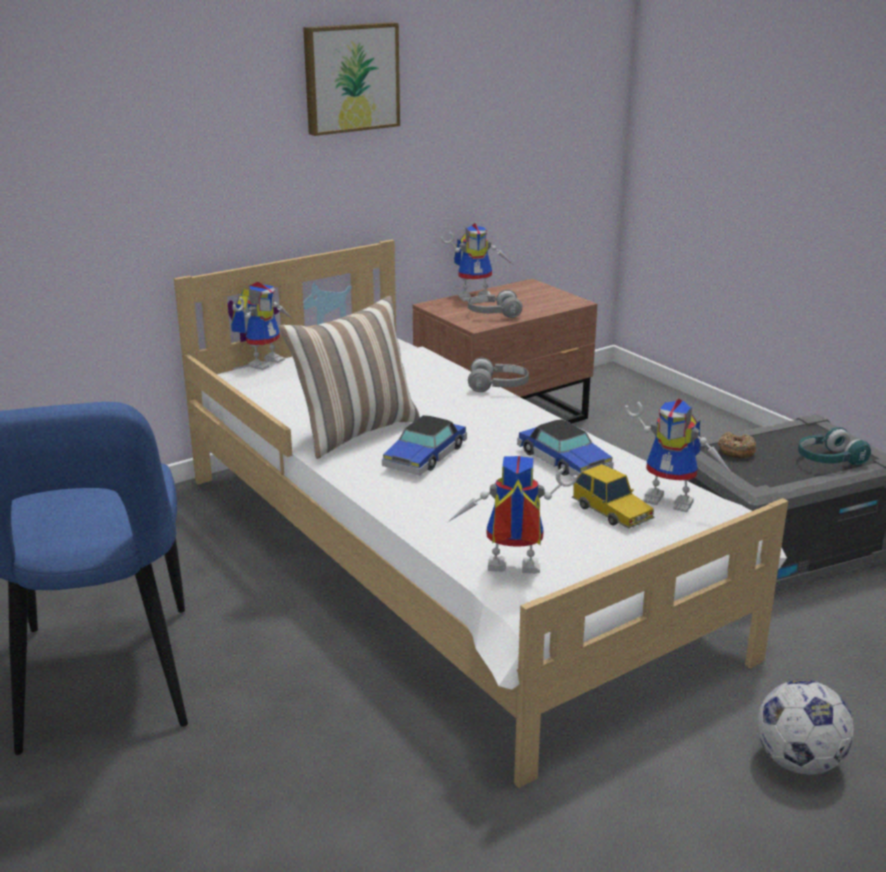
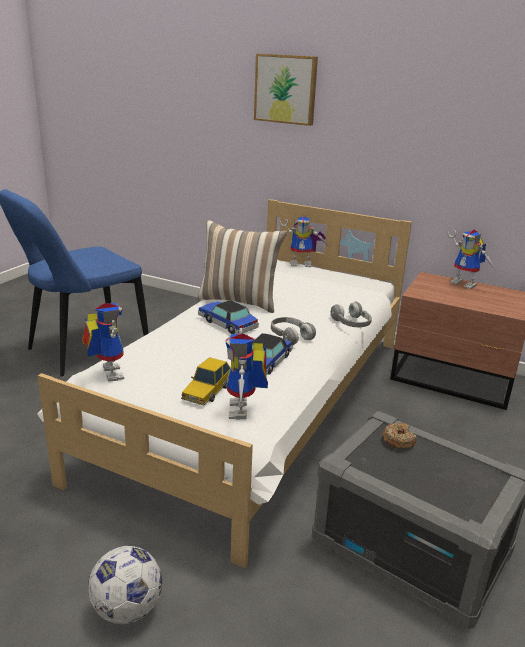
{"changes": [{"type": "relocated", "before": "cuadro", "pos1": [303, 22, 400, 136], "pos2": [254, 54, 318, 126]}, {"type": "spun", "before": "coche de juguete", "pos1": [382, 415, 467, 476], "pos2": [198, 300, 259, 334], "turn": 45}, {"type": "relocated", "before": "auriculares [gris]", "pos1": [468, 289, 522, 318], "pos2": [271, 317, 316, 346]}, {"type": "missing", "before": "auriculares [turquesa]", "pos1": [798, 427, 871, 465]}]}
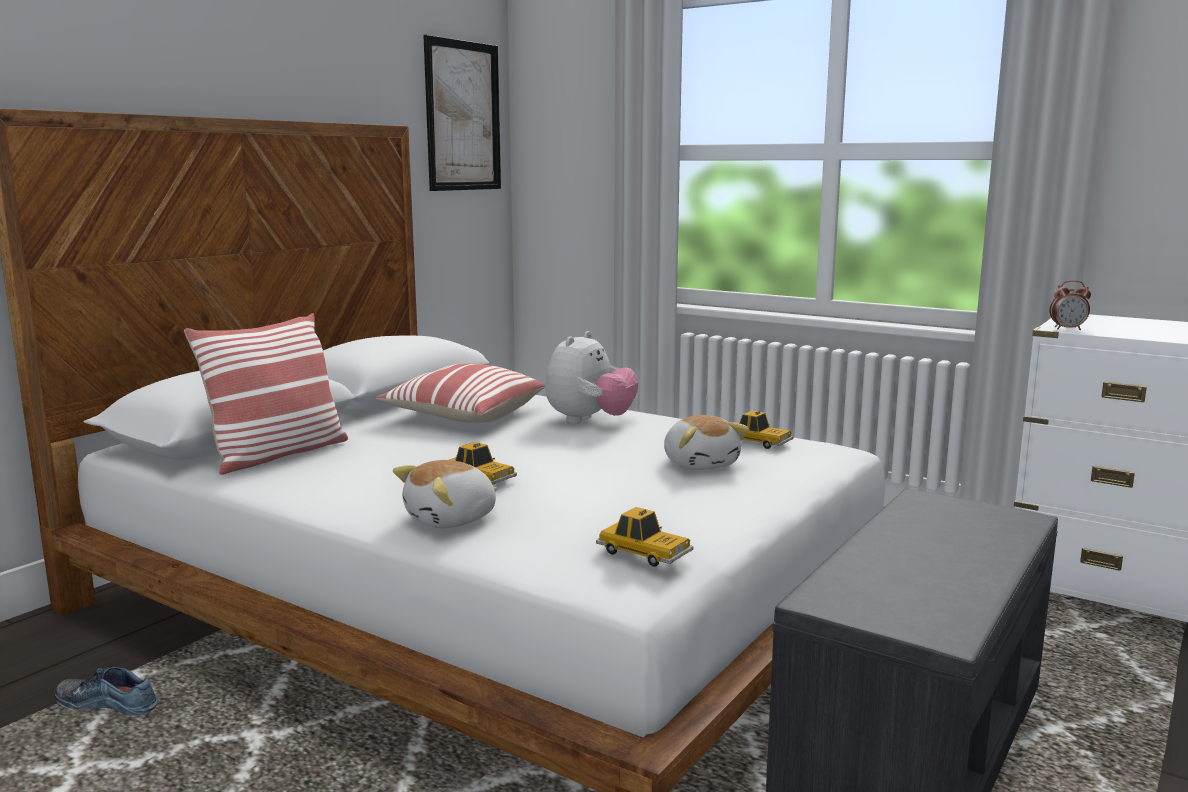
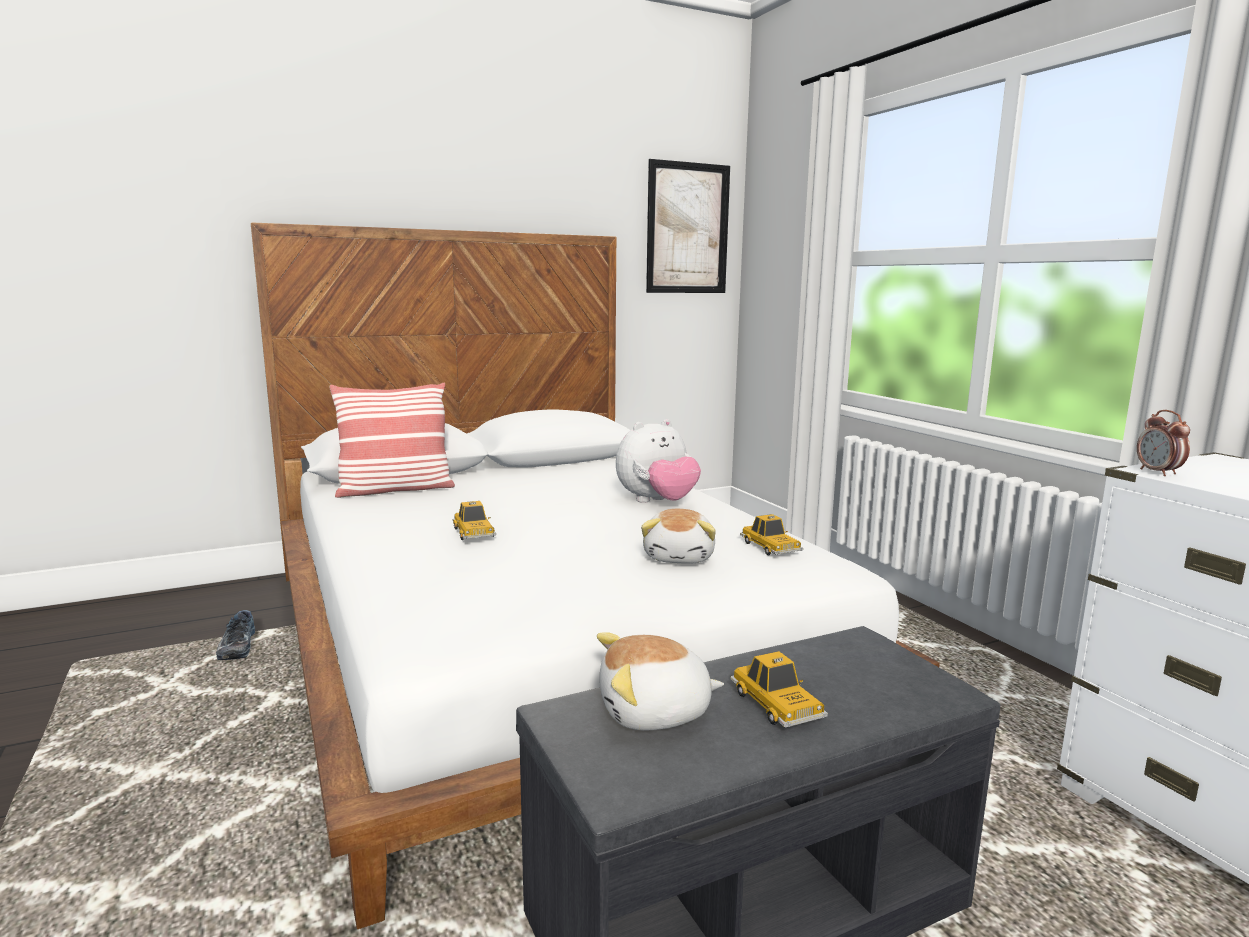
{"changes": [{"type": "spun", "before": "zapato", "pos1": [54, 667, 158, 716], "pos2": [216, 610, 255, 660], "turn": -150}, {"type": "missing", "before": "cojín", "pos1": [376, 363, 545, 423]}, {"type": "relocated", "before": "peluche", "pos1": [393, 460, 498, 528], "pos2": [597, 632, 724, 730]}, {"type": "relocated", "before": "coche de juguete", "pos1": [596, 507, 693, 566], "pos2": [730, 651, 828, 728]}, {"type": "spun", "before": "despertador", "pos1": [1049, 280, 1091, 330], "pos2": [1137, 410, 1190, 476], "turn": 45}]}
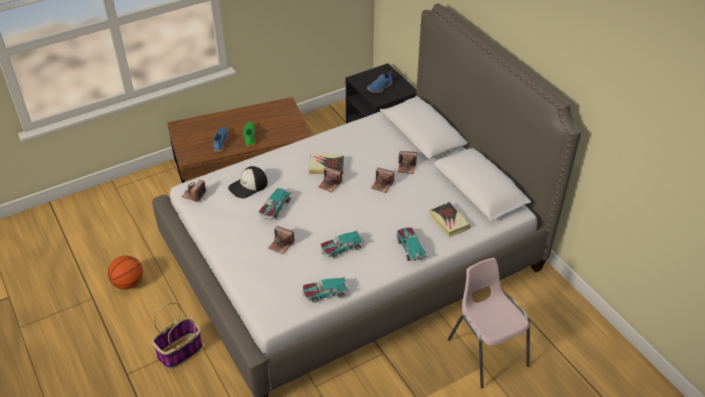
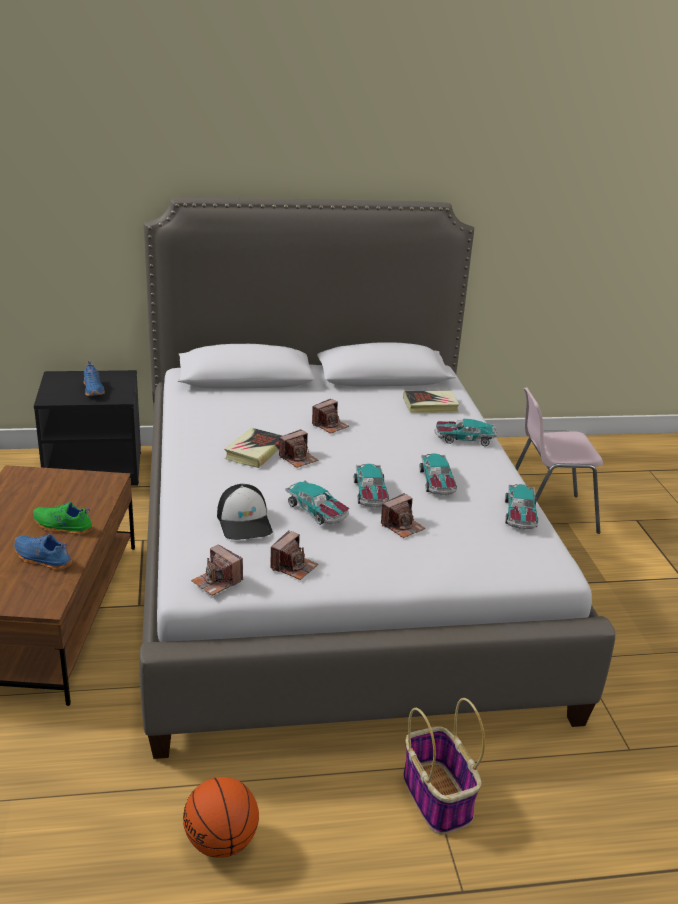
{"changes": [{"type": "relocated", "before": "cámara", "pos1": [398, 151, 417, 174], "pos2": [270, 531, 318, 580]}, {"type": "appeared", "after": "coche de juguete", "pos2": [354, 463, 389, 507]}]}
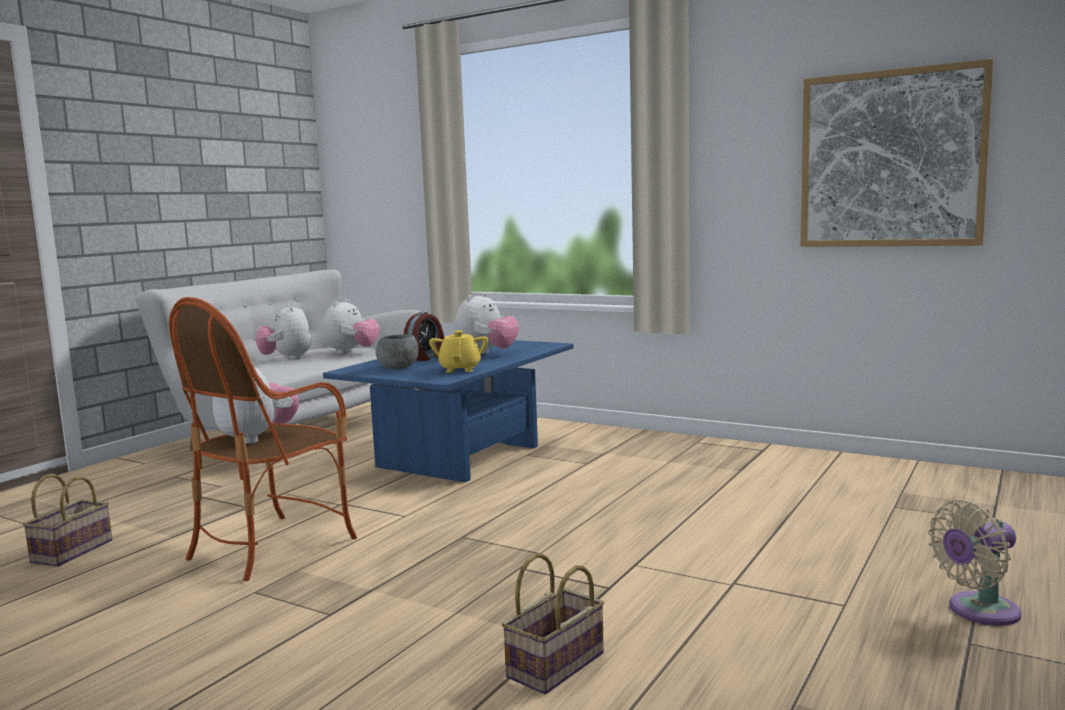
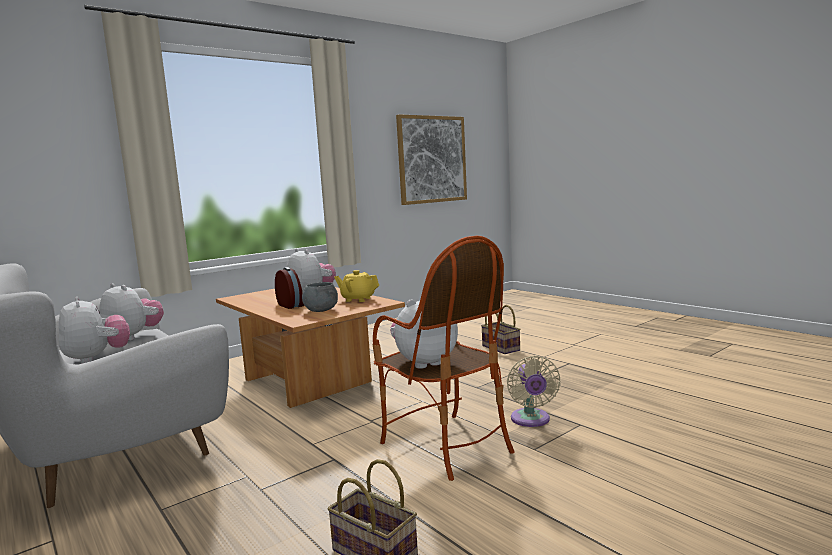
{"changes": [{"type": "spun", "before": "peluche", "pos1": [255, 304, 312, 360], "pos2": [59, 297, 130, 364], "turn": -120}, {"type": "colour", "before": "mesa de centro [azul]", "after": "mesa de centro [marrón]", "pos1": [323, 340, 573, 482], "pos2": [216, 287, 405, 408]}, {"type": "relocated", "before": "cesta", "pos1": [502, 553, 604, 694], "pos2": [481, 305, 520, 354]}, {"type": "relocated", "before": "ventilador [beis]", "pos1": [928, 500, 1021, 626], "pos2": [507, 356, 561, 427]}]}
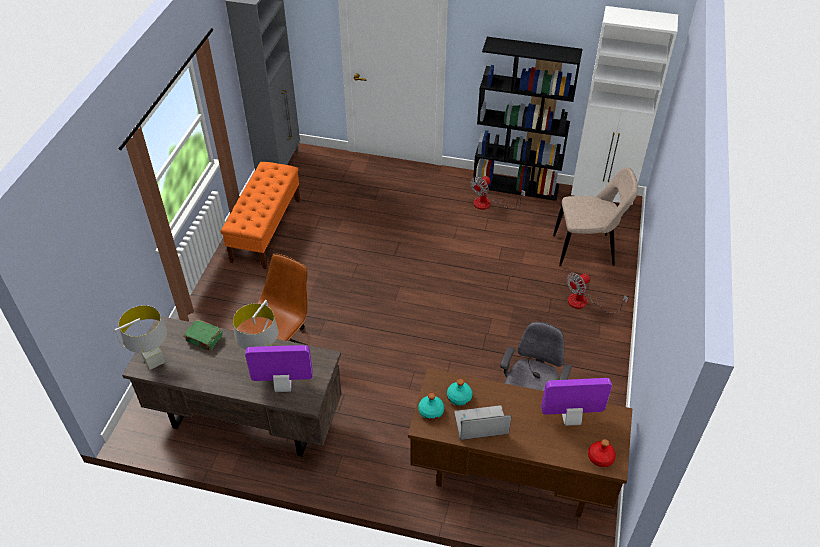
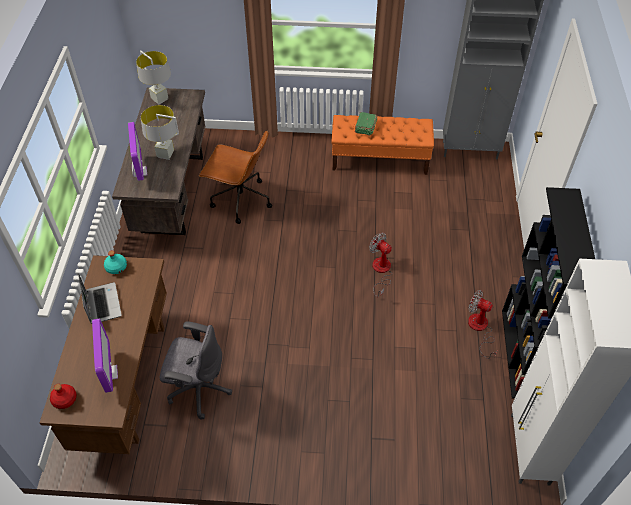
{"changes": [{"type": "relocated", "before": "libro [verde]", "pos1": [183, 319, 223, 351], "pos2": [355, 112, 377, 136]}, {"type": "missing", "before": "botella [turquesa]", "pos1": [447, 379, 472, 406]}, {"type": "missing", "before": "silla [beis]", "pos1": [553, 167, 638, 266]}, {"type": "relocated", "before": "ventilador", "pos1": [567, 273, 628, 313], "pos2": [369, 233, 392, 297]}]}
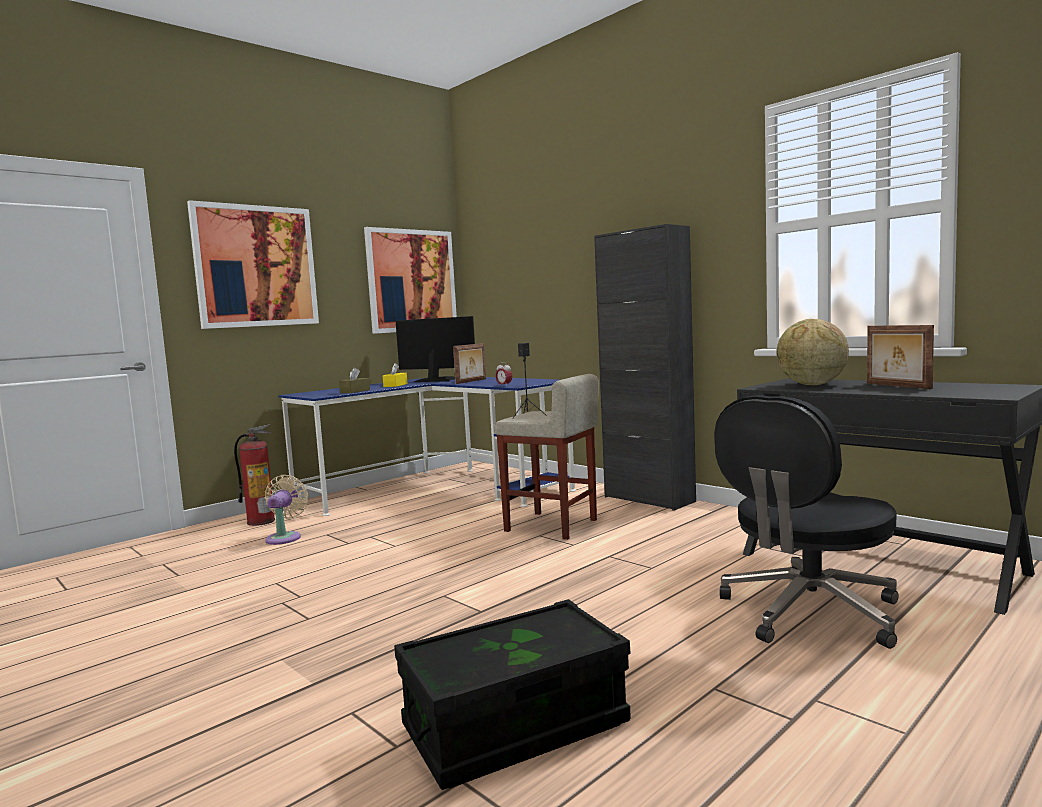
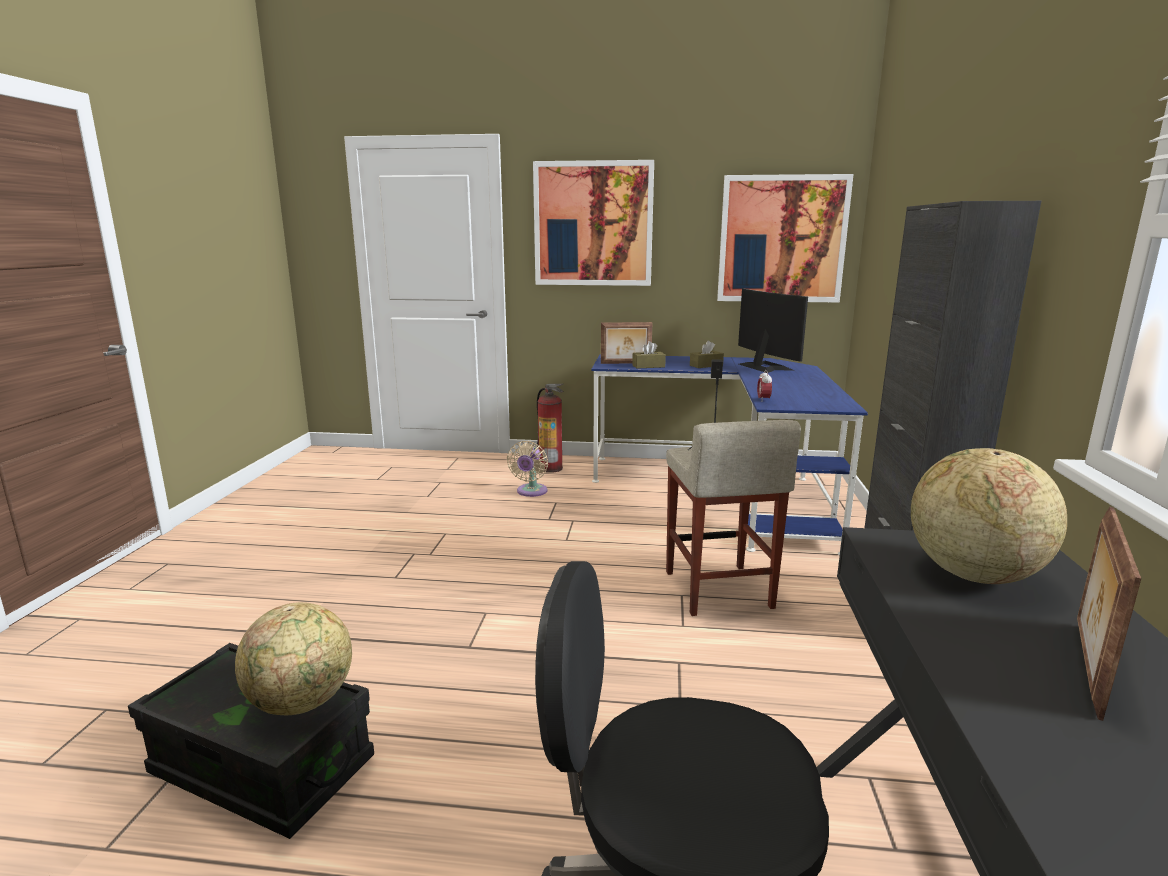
{"changes": [{"type": "spun", "before": "ventilador [beis]", "pos1": [265, 475, 308, 545], "pos2": [507, 441, 548, 497], "turn": 135}, {"type": "colour", "before": "caja de pañuelos [amarillo]", "after": "caja de pañuelos [marrón]", "pos1": [383, 363, 408, 387], "pos2": [690, 341, 724, 368]}, {"type": "relocated", "before": "portarretratos", "pos1": [453, 343, 486, 384], "pos2": [601, 322, 653, 364]}, {"type": "appeared", "after": "globo terráqueo", "pos2": [235, 602, 352, 715]}]}
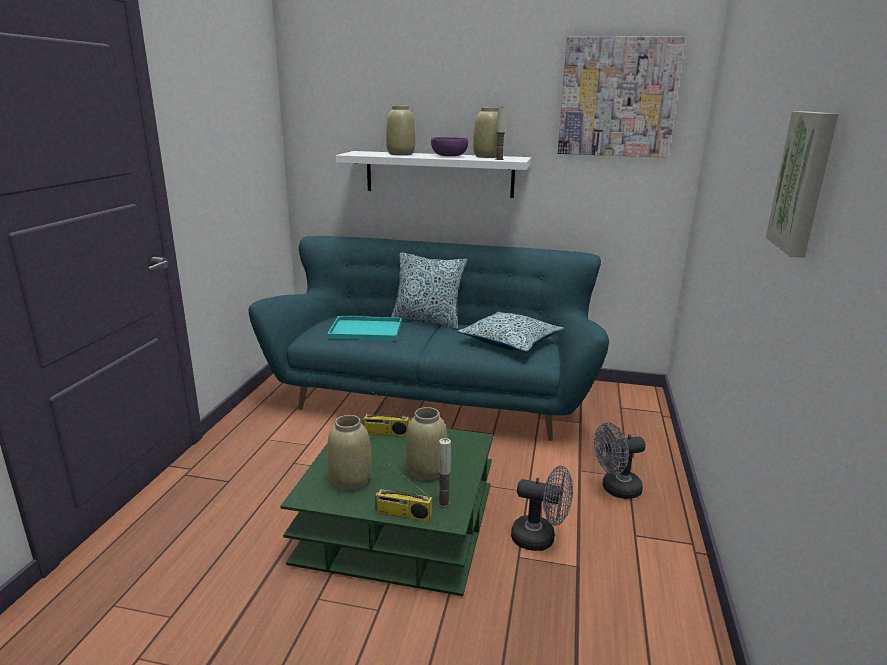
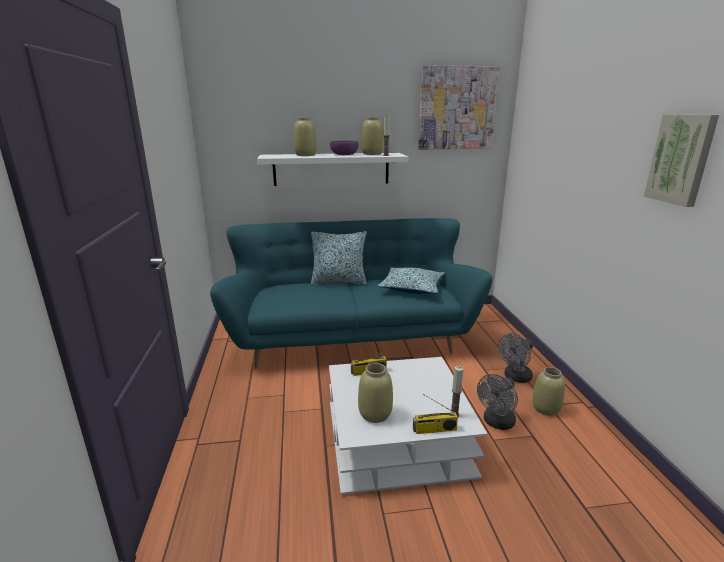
{"changes": [{"type": "colour", "before": "mesa de centro [verde]", "after": "mesa de centro [blanco]", "pos1": [280, 418, 493, 596], "pos2": [329, 357, 487, 495]}, {"type": "missing", "before": "bandeja [turquesa]", "pos1": [327, 316, 402, 341]}, {"type": "relocated", "before": "florero [beis]", "pos1": [405, 407, 448, 480], "pos2": [532, 367, 565, 416]}, {"type": "spun", "before": "ventilador [gris]", "pos1": [511, 466, 573, 551], "pos2": [477, 374, 518, 430], "turn": 135}]}
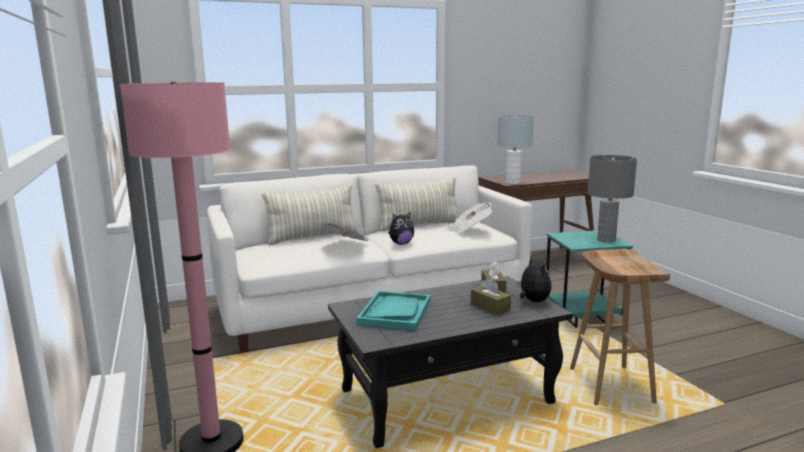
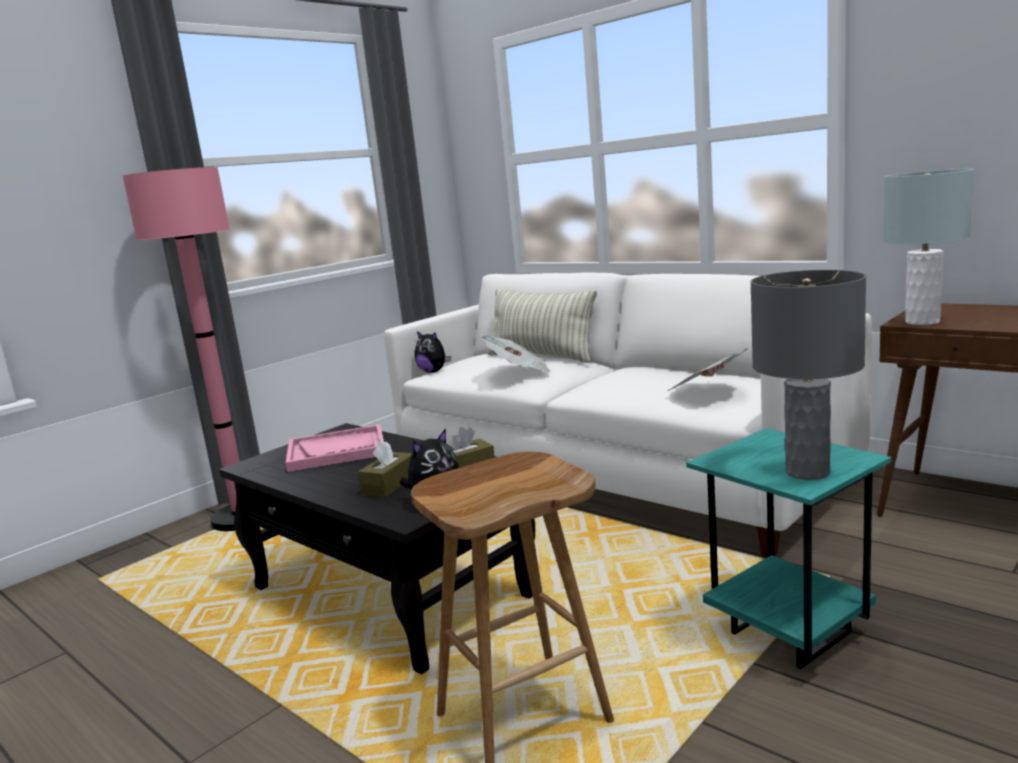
{"changes": [{"type": "colour", "before": "bandeja [turquesa]", "after": "bandeja [rosa]", "pos1": [357, 291, 430, 331], "pos2": [286, 425, 384, 472]}, {"type": "missing", "before": "cojín", "pos1": [375, 177, 459, 232]}, {"type": "relocated", "before": "peluche", "pos1": [388, 212, 414, 245], "pos2": [415, 331, 451, 373]}]}
